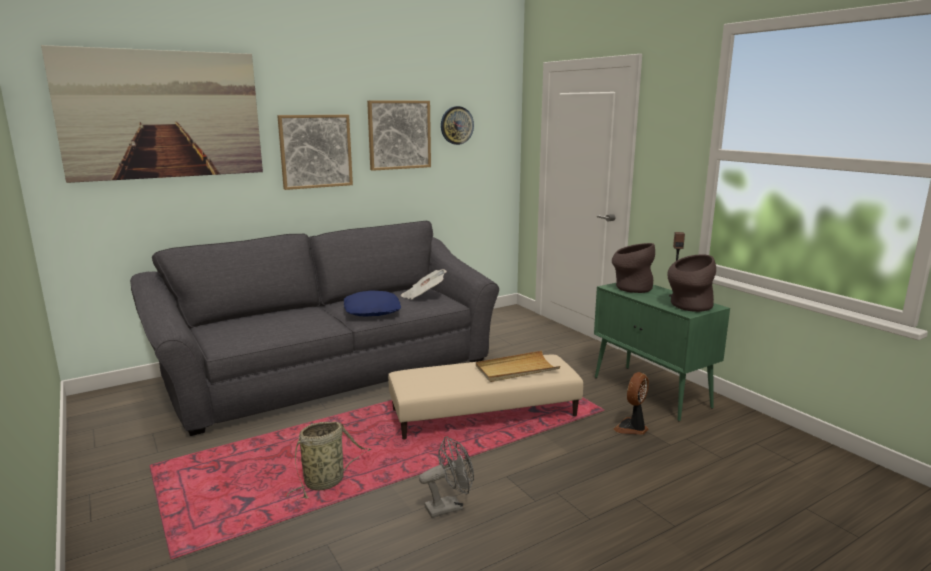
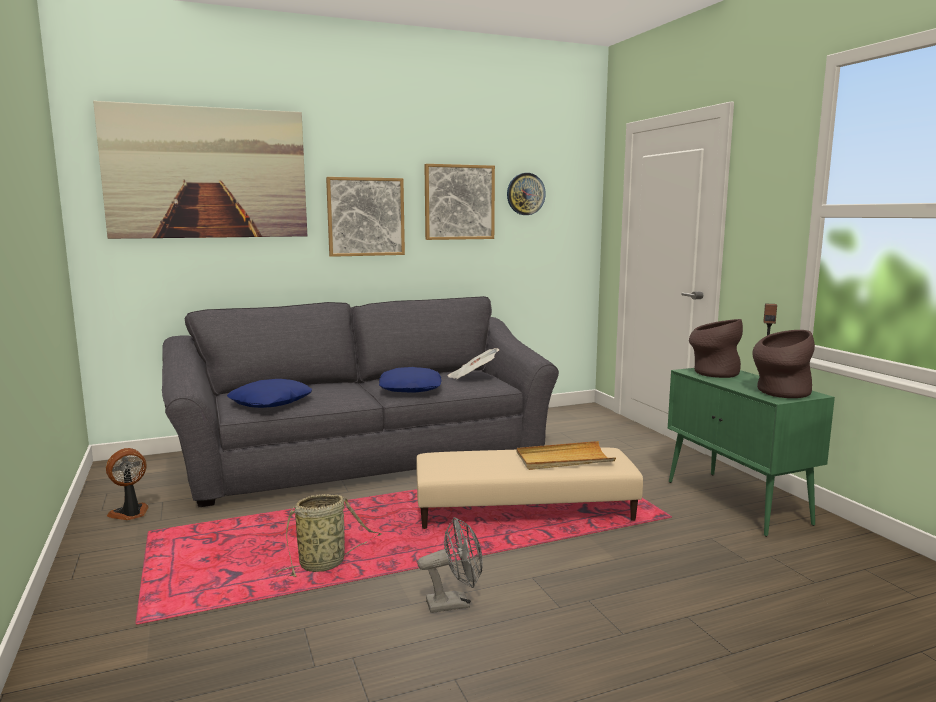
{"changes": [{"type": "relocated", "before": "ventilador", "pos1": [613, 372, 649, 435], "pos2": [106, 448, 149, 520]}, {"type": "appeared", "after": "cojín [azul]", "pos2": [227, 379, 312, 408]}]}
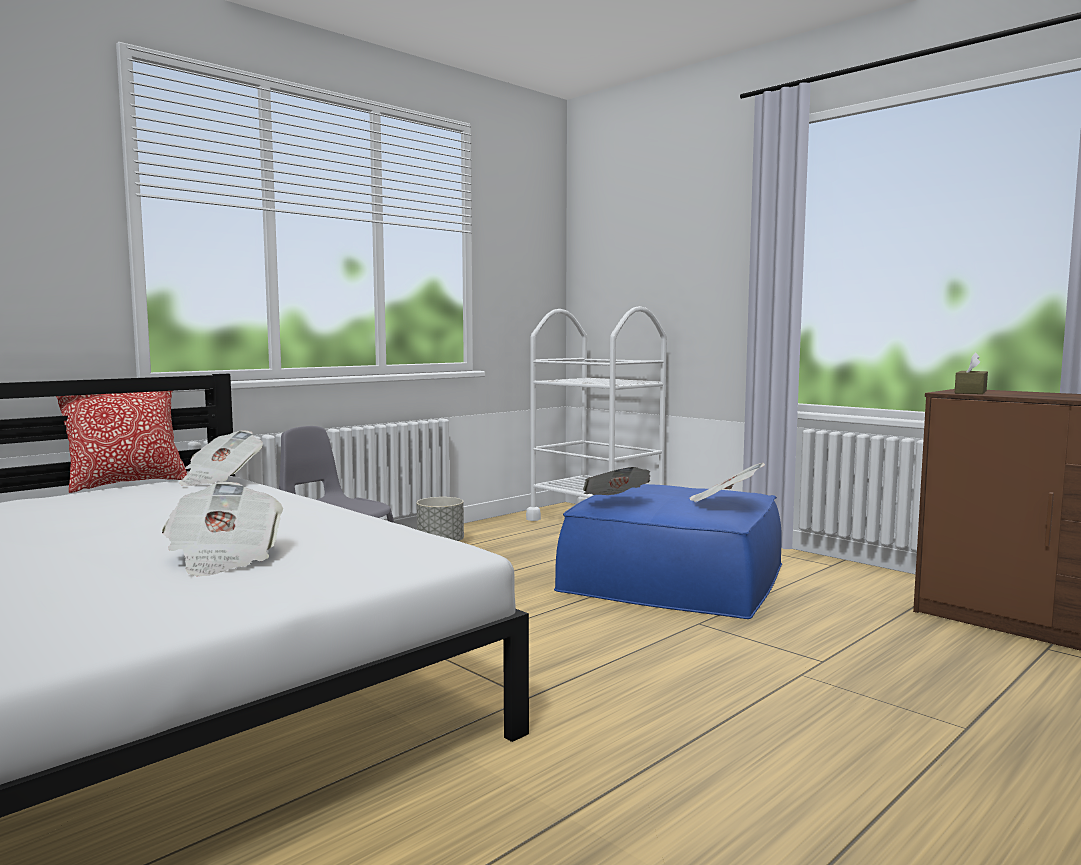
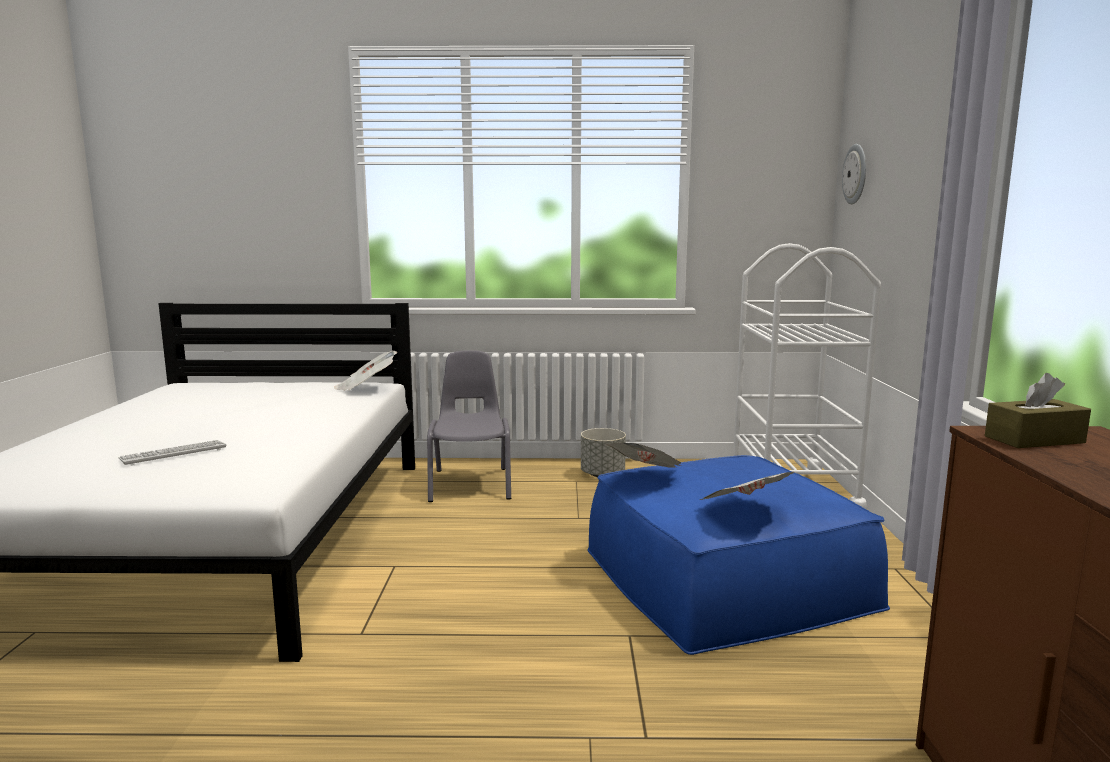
{"changes": [{"type": "missing", "before": "cojín", "pos1": [56, 391, 187, 493]}, {"type": "exchanged", "before": "periódico", "after": "teclado", "pos1": [162, 482, 283, 576], "pos2": [118, 440, 226, 466]}, {"type": "appeared", "after": "reloj de pared", "pos2": [842, 144, 866, 204]}]}
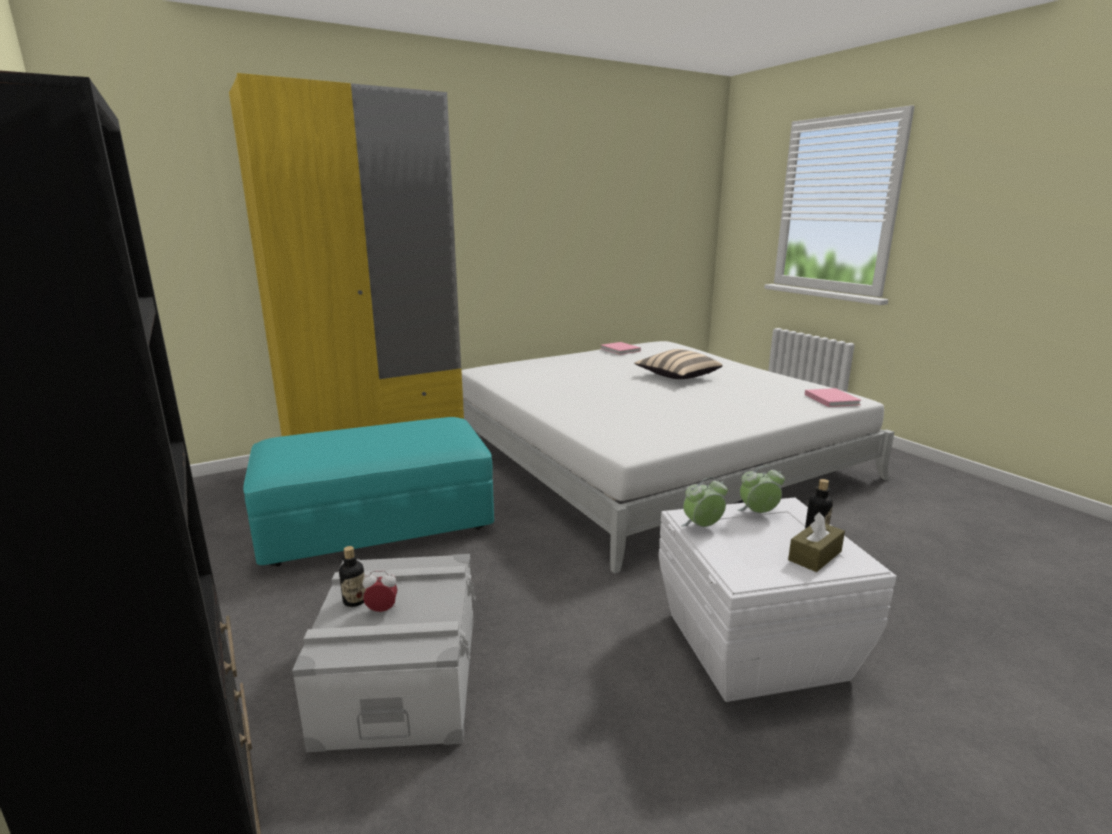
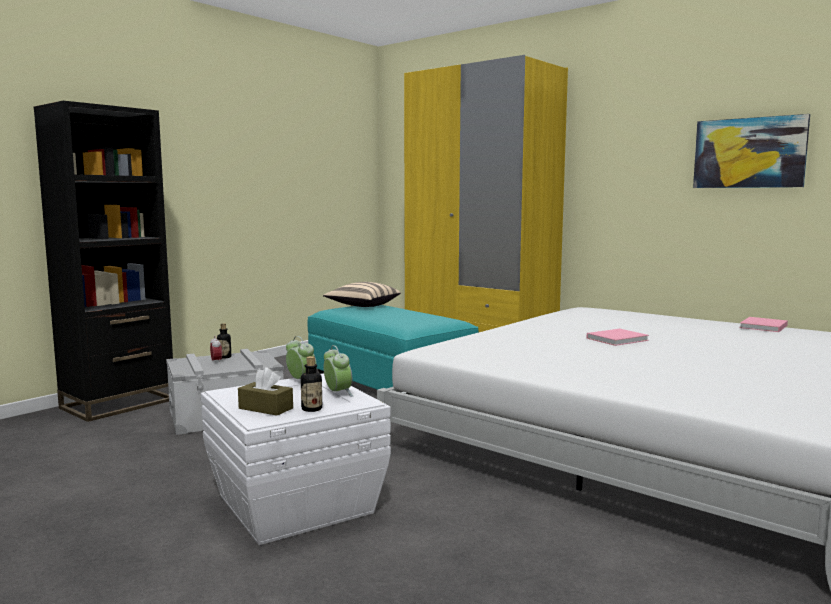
{"changes": [{"type": "relocated", "before": "cojín [beis]", "pos1": [634, 349, 723, 379], "pos2": [323, 282, 401, 307]}, {"type": "relocated", "before": "libro [rosa]", "pos1": [805, 388, 861, 407], "pos2": [587, 329, 649, 346]}, {"type": "appeared", "after": "cuadro", "pos2": [693, 114, 810, 188]}]}
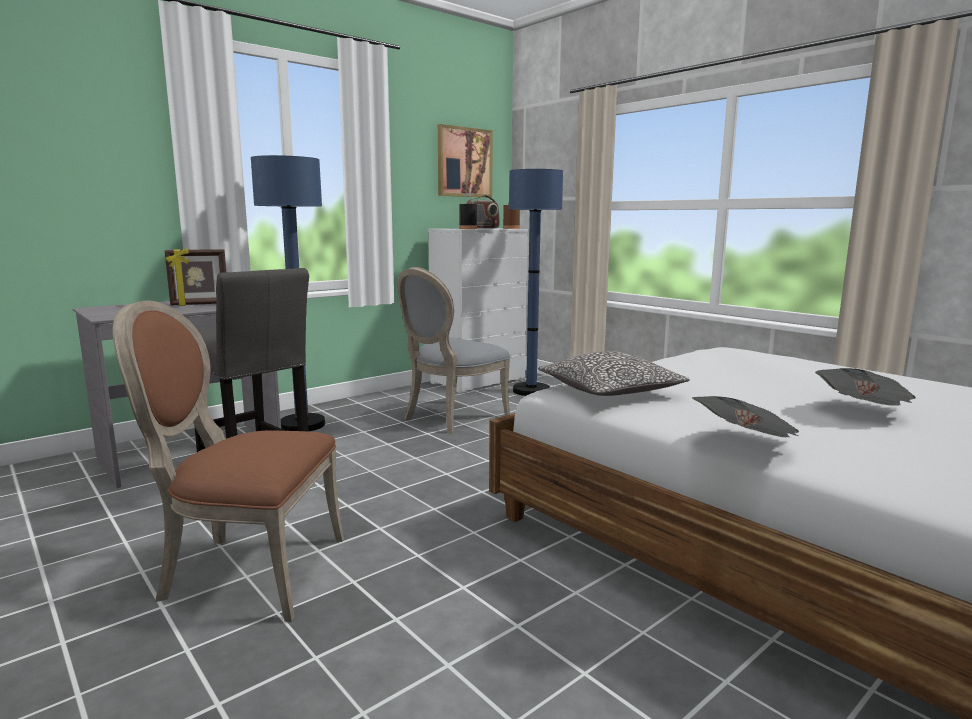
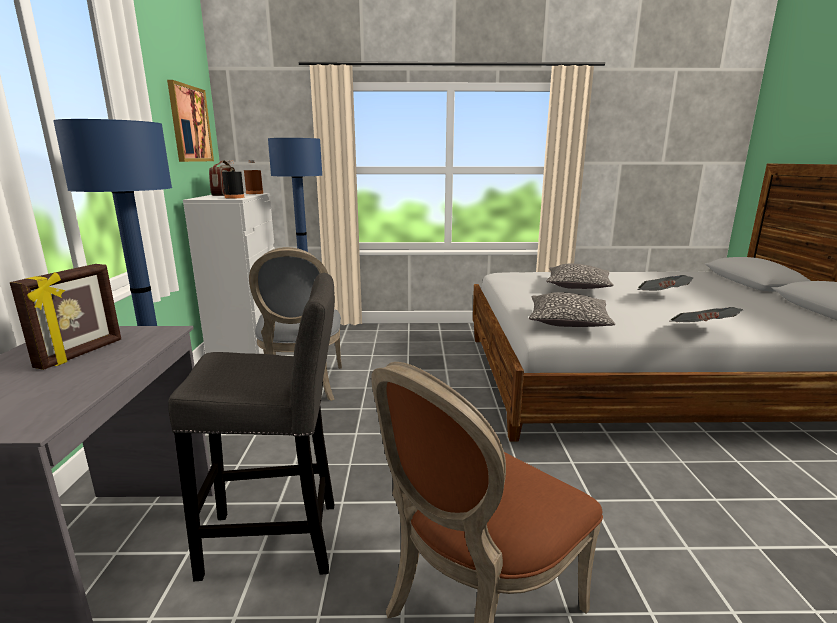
{"changes": [{"type": "appeared", "after": "cojín", "pos2": [546, 264, 613, 289]}]}
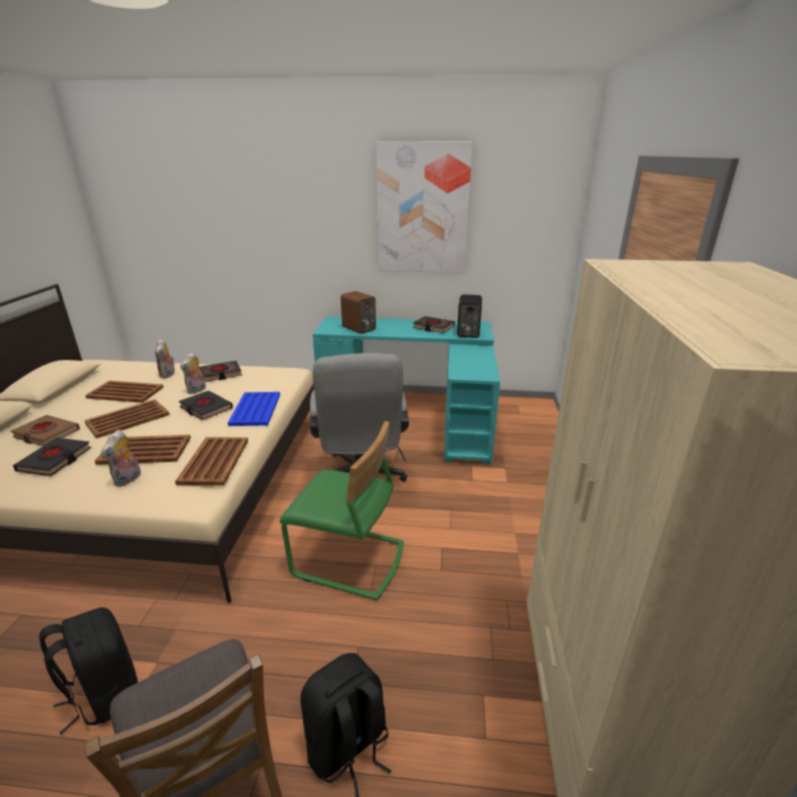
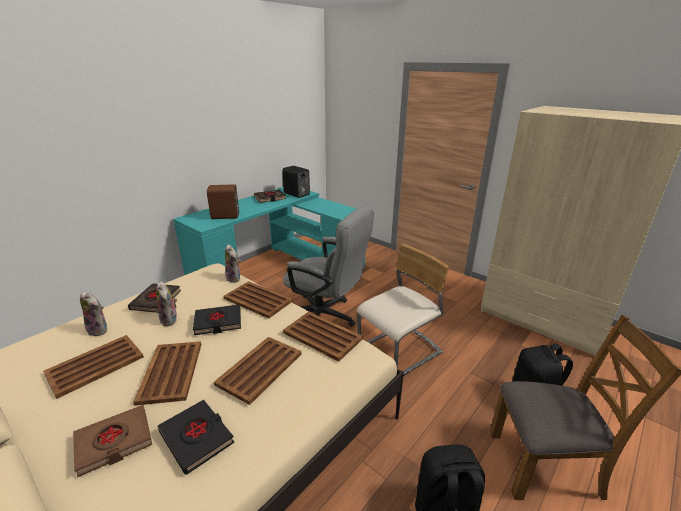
{"changes": [{"type": "relocated", "before": "peluche", "pos1": [101, 430, 141, 487], "pos2": [225, 244, 241, 283]}, {"type": "colour", "before": "bandeja [azul]", "after": "bandeja [marrón]", "pos1": [228, 392, 280, 426], "pos2": [223, 281, 293, 319]}, {"type": "colour", "before": "silla [verde]", "after": "silla [beis]", "pos1": [280, 421, 404, 601], "pos2": [357, 244, 449, 376]}, {"type": "missing", "before": "cuadro", "pos1": [376, 142, 472, 273]}]}
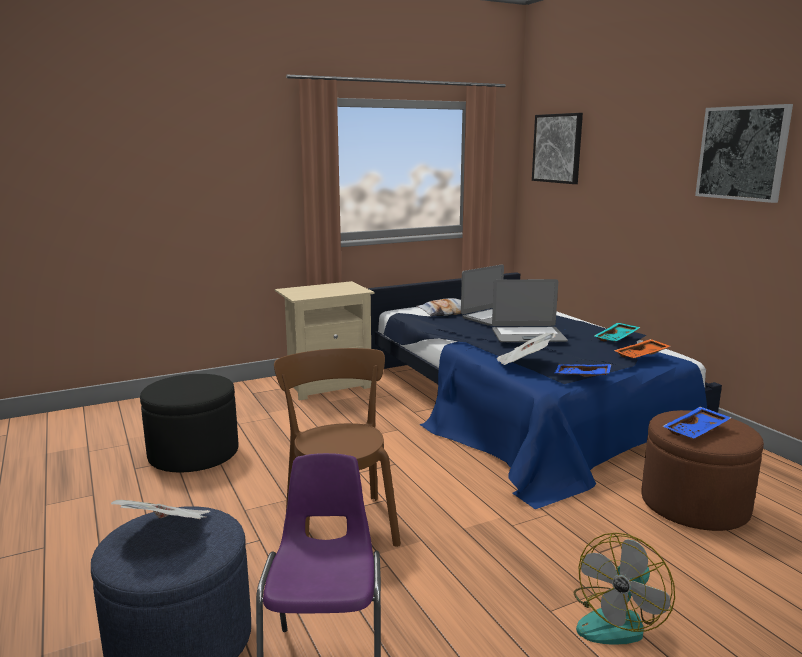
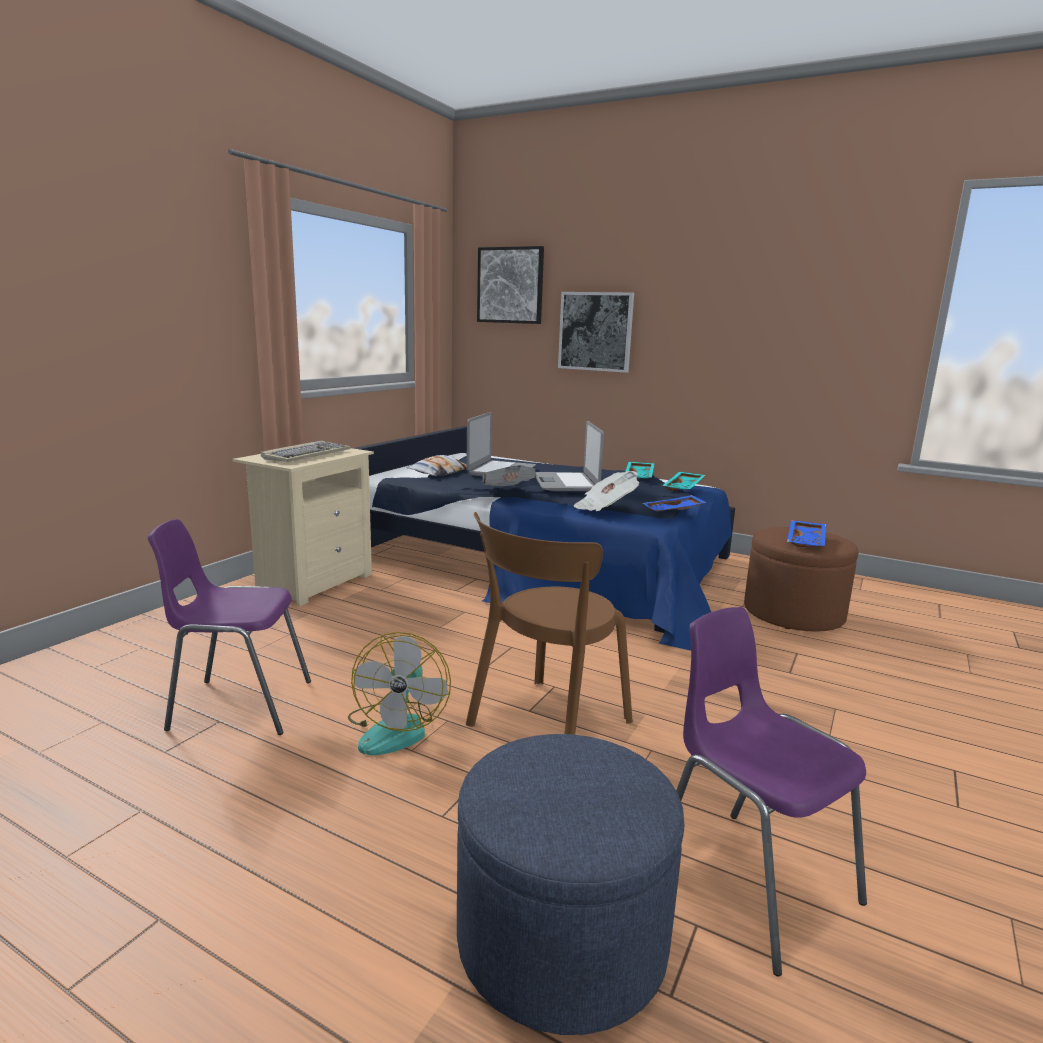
{"changes": [{"type": "relocated", "before": "periódico", "pos1": [111, 500, 210, 519], "pos2": [482, 465, 537, 486]}, {"type": "exchanged", "before": "puf [negro]", "after": "silla [morado]", "pos1": [140, 374, 239, 473], "pos2": [148, 519, 311, 735]}, {"type": "spun", "before": "silla [marrón]", "pos1": [274, 348, 401, 547], "pos2": [466, 512, 633, 735], "turn": -90}, {"type": "spun", "before": "portátil", "pos1": [492, 279, 568, 342], "pos2": [536, 421, 604, 491], "turn": 120}, {"type": "relocated", "before": "ventilador", "pos1": [574, 533, 675, 645], "pos2": [348, 632, 451, 755]}, {"type": "colour", "before": "bandeja [naranja]", "after": "bandeja [turquesa]", "pos1": [614, 339, 670, 358], "pos2": [662, 472, 705, 491]}, {"type": "relocated", "before": "cuadro", "pos1": [695, 104, 793, 203], "pos2": [558, 292, 634, 373]}, {"type": "appeared", "after": "teclado", "pos2": [261, 441, 351, 462]}]}
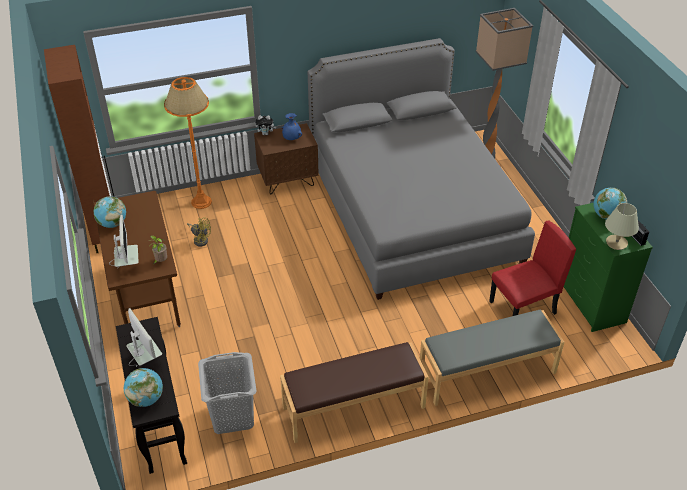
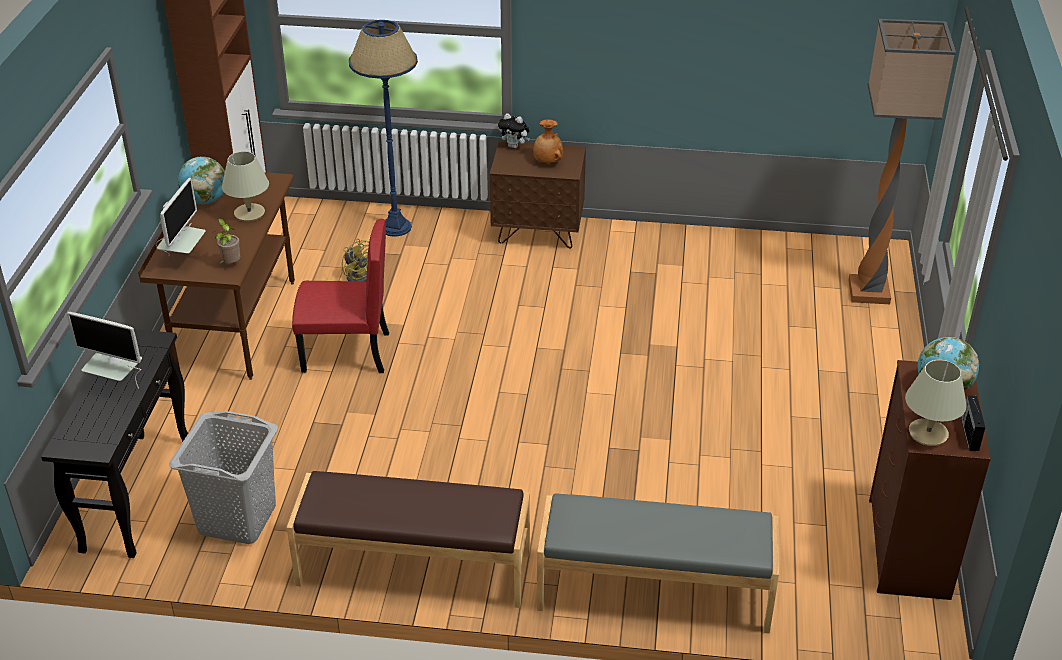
{"changes": [{"type": "missing", "before": "globo terráqueo", "pos1": [124, 368, 163, 407]}, {"type": "spun", "before": "monitor", "pos1": [126, 308, 162, 367], "pos2": [67, 312, 142, 389], "turn": 120}, {"type": "colour", "before": "lámpara de pie [naranja]", "after": "lámpara de pie [azul]", "pos1": [164, 77, 212, 209], "pos2": [349, 20, 418, 237]}, {"type": "colour", "before": "florero [azul]", "after": "florero [marrón]", "pos1": [282, 113, 302, 140], "pos2": [533, 119, 563, 163]}, {"type": "missing", "before": "cama [gris]", "pos1": [308, 38, 535, 300]}, {"type": "relocated", "before": "silla [rojo]", "pos1": [489, 221, 576, 316], "pos2": [292, 219, 389, 373]}, {"type": "colour", "before": "cómoda [verde]", "after": "cómoda [marrón]", "pos1": [564, 203, 653, 332], "pos2": [869, 360, 991, 600]}, {"type": "appeared", "after": "lámpara de mesa [beis]", "pos2": [222, 151, 269, 222]}]}
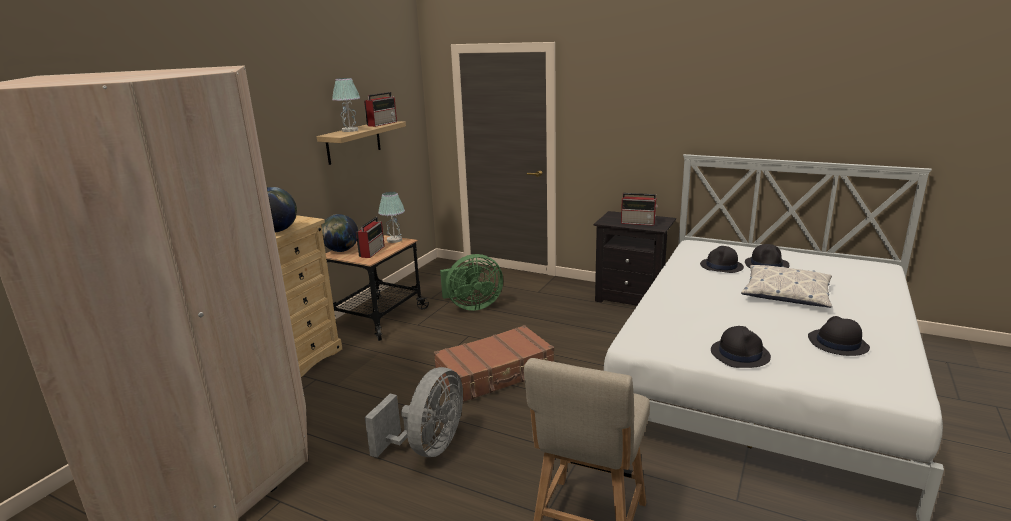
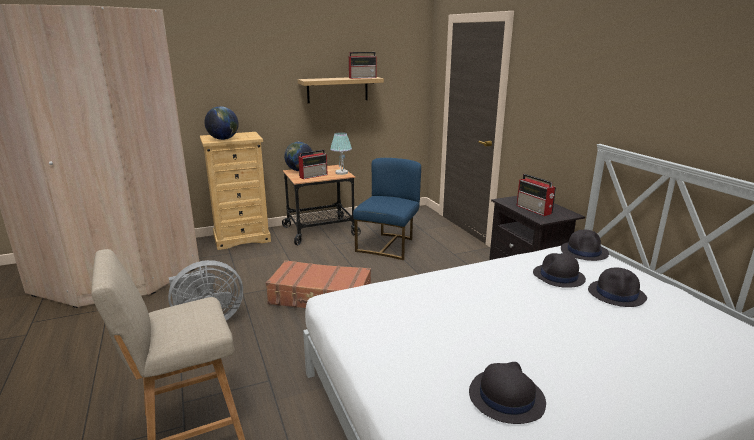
{"changes": [{"type": "missing", "before": "lámpara de mesa", "pos1": [332, 78, 360, 132]}, {"type": "exchanged", "before": "ventilador [verde]", "after": "silla [azul]", "pos1": [440, 254, 503, 311], "pos2": [353, 158, 421, 260]}, {"type": "relocated", "before": "sombrero [negro]", "pos1": [711, 326, 771, 368], "pos2": [561, 230, 609, 261]}, {"type": "missing", "before": "cojín", "pos1": [741, 265, 832, 308]}]}
